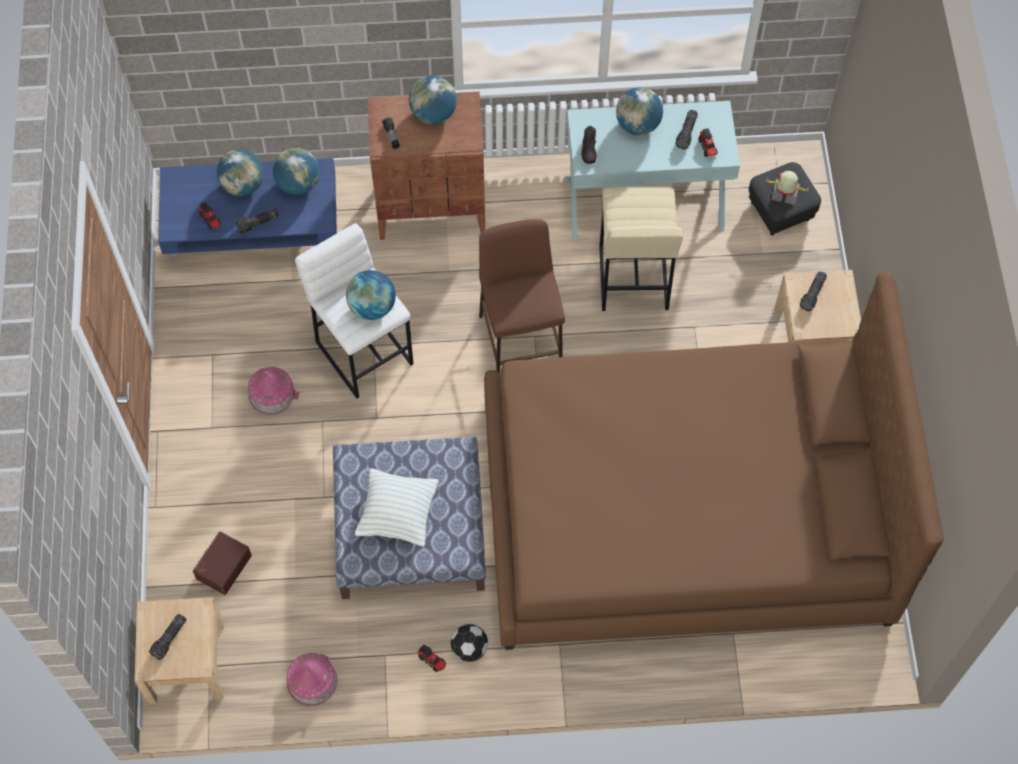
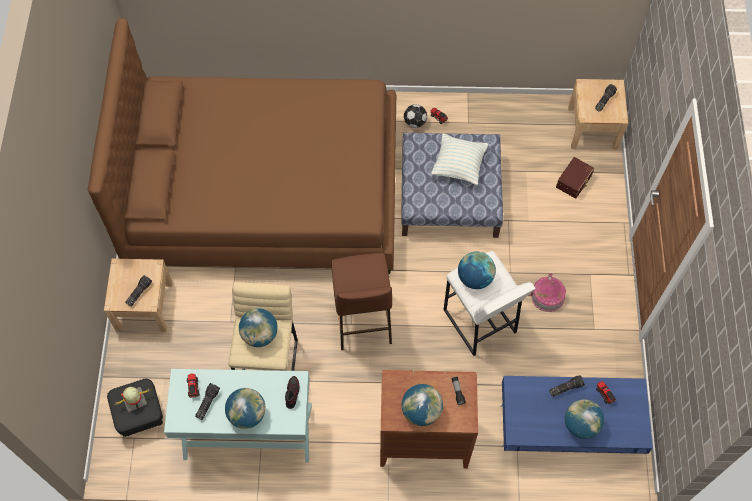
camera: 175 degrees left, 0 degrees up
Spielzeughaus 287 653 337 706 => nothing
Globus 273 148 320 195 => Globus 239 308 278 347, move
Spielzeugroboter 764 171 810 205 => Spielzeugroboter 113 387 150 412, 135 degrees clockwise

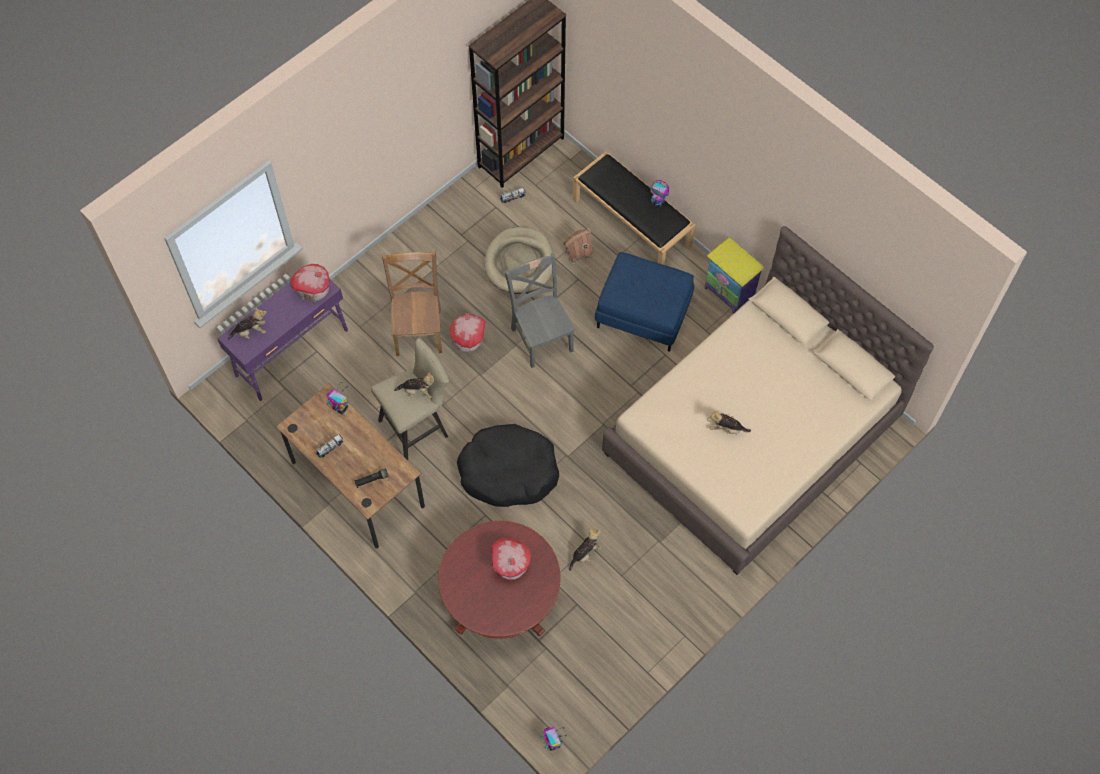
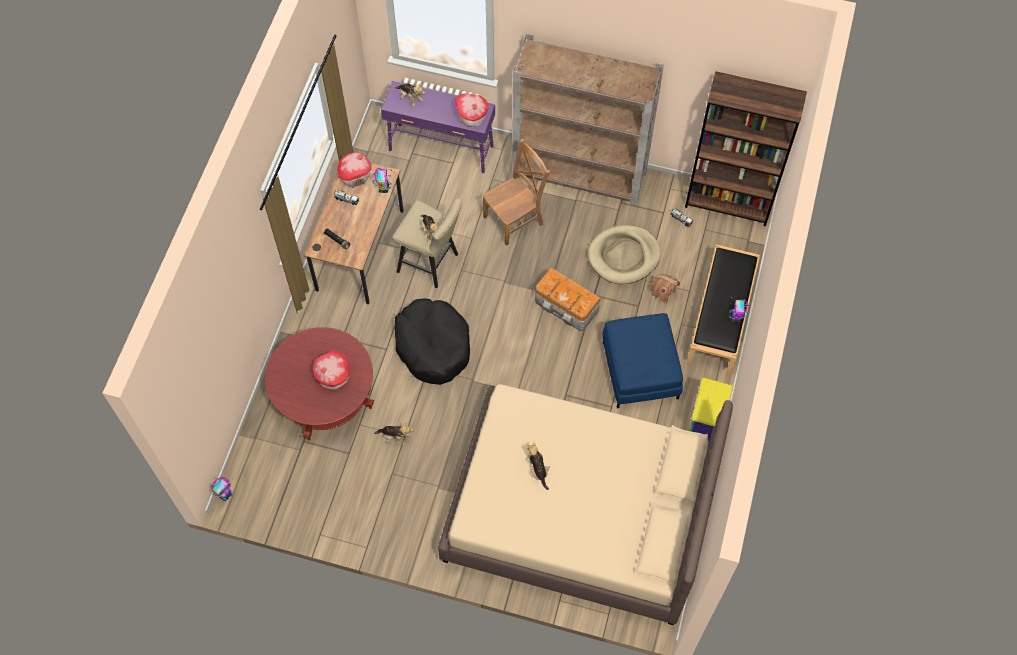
camera: 60 degrees right, 0 degrees up
nothing => Bücherregal/braun 512 34 664 205
Spielzeughaus 450 313 486 352 => Spielzeughaus 337 152 371 188, move
Stuhl/grau 505 253 575 368 => Aufbewahrungsbox 535 267 600 331

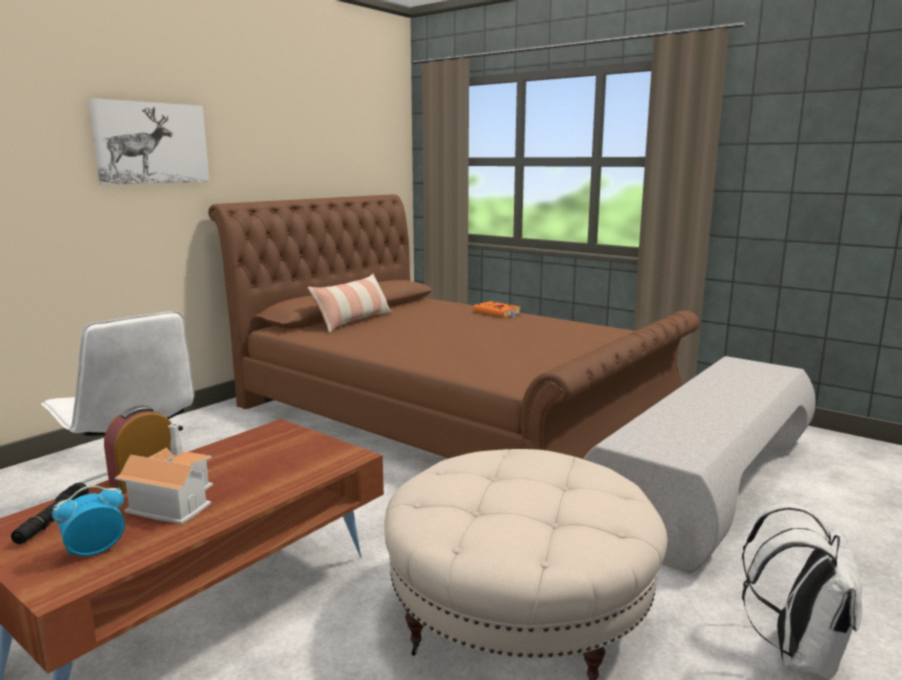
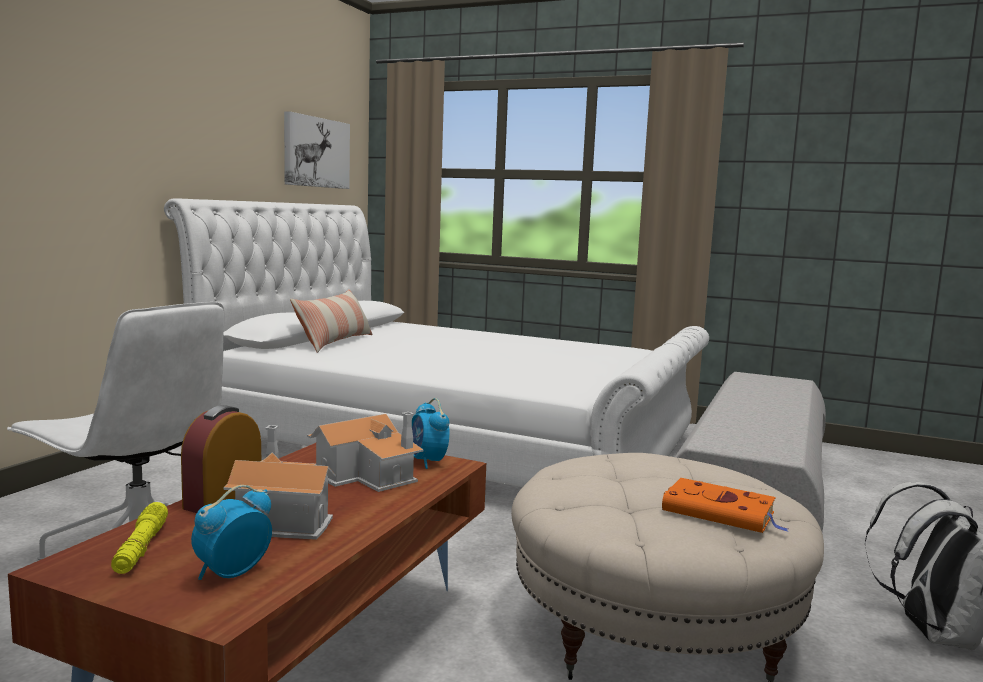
camera: 15 degrees left, 5 degrees down
nothing => Spielzeughaus 307 412 424 492
nothing => Wecker 412 398 450 469
Bild 89 98 209 184 => Bild 284 111 350 189, move
Buch/orange 473 301 521 318 => Buch/orange 662 478 788 533, move
Taschenlampe/schwarz 11 483 89 544 => Taschenlampe/gelb 111 502 168 574
Bett/braun 208 194 700 459 => Bett/weiß 164 198 709 487

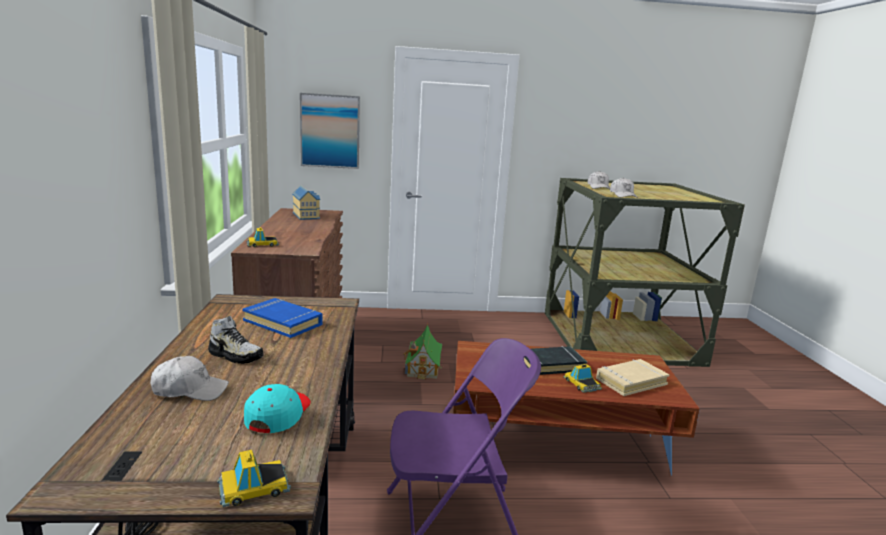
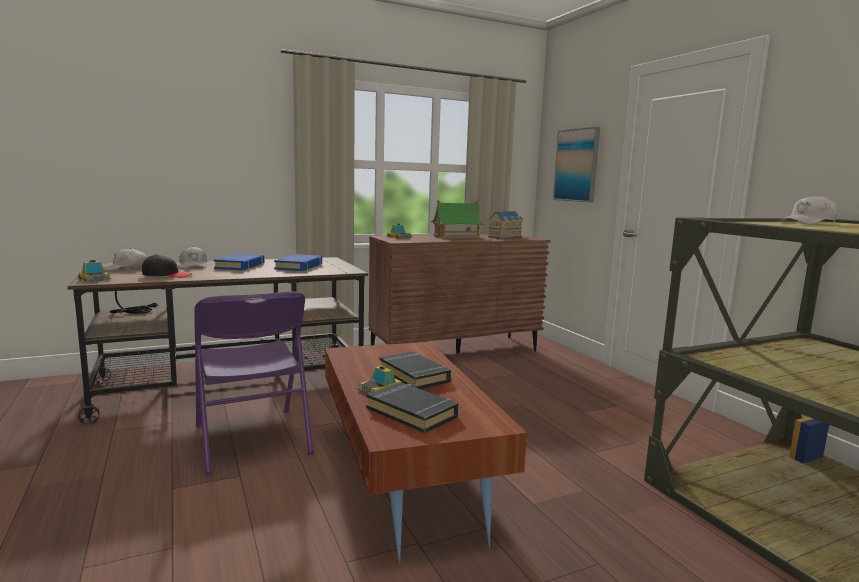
camera: 70 degrees right, 5 degrees down
Spielzeughaus 403 322 442 380 => Spielzeughaus 431 200 484 238, move
Kappe/weiß 610 178 638 198 => Kappe/weiß 102 248 147 271, move
Schuh 208 316 263 364 => Buch/blau 214 253 264 270
Kappe/türkis 244 384 310 433 => Kappe/schwarz 142 254 192 278
Buch/beige 596 359 670 396 => Buch/schwarz 366 382 458 433

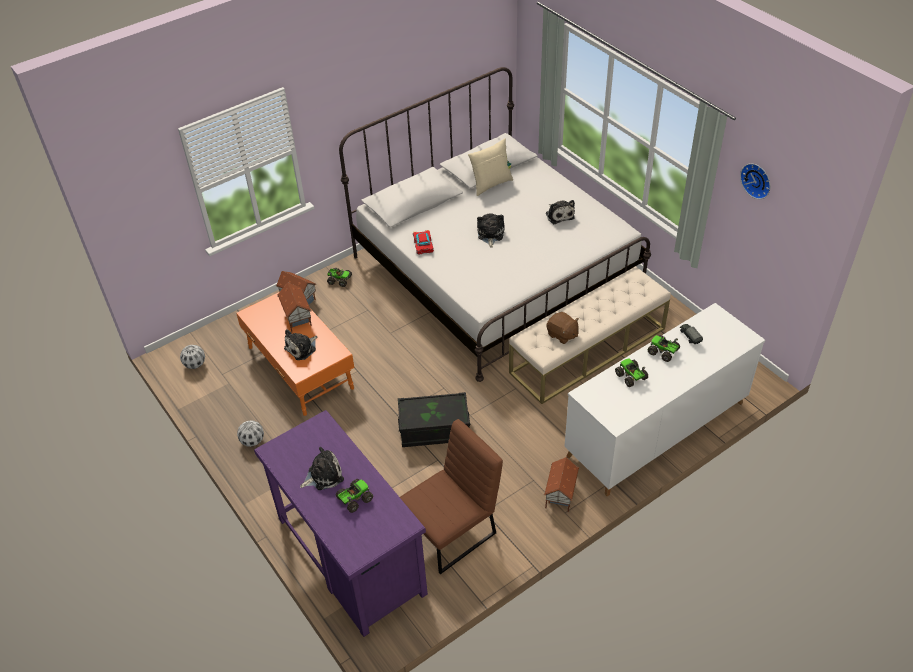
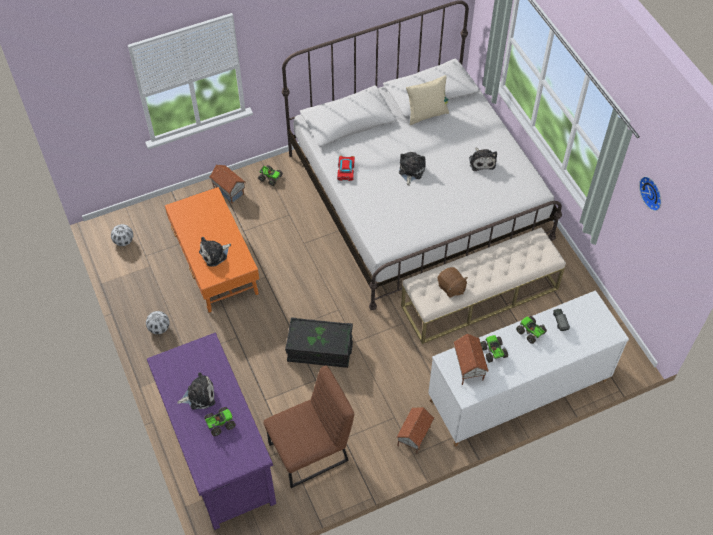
camera: 10 degrees right, 10 degrees up
Spielzeughaus 277 282 312 332 => Spielzeughaus 453 333 489 385, move

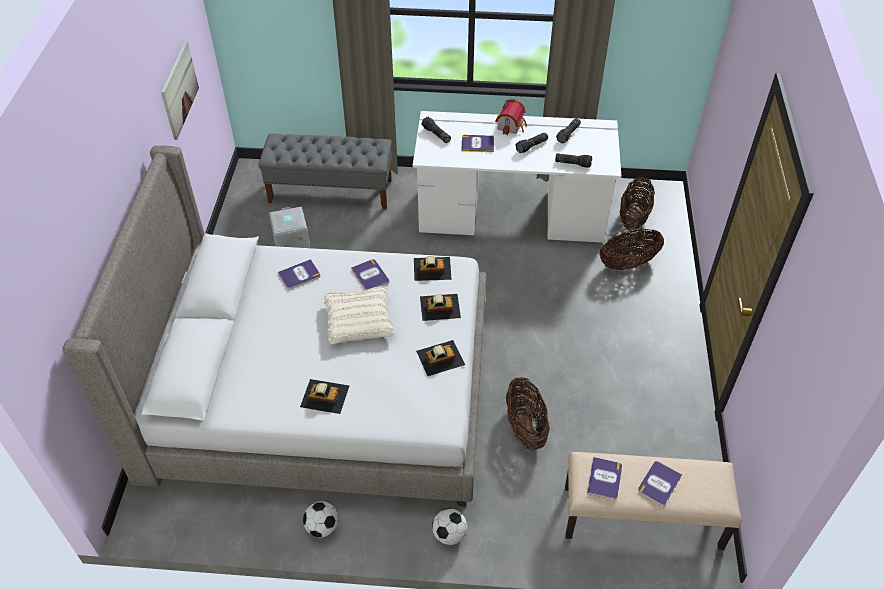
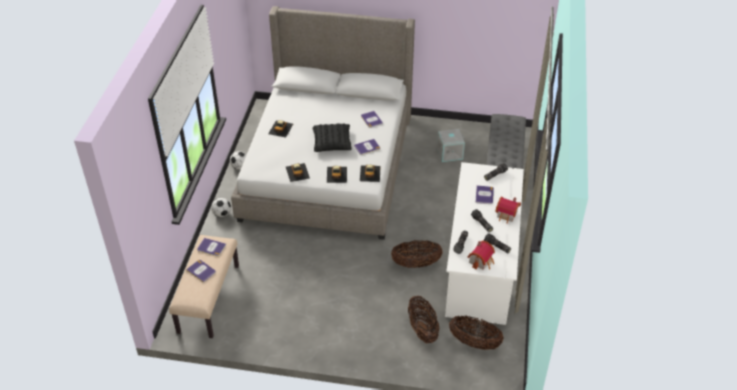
camera: 95 degrees right, 5 degrees down
Bild 161 41 199 140 => nothing
nothing => Spielzeughaus 468 241 495 270
Korb 506 377 550 450 => Korb 391 240 443 268, move
Kissen/beige 324 286 395 344 => Kissen/schwarz 313 123 352 152

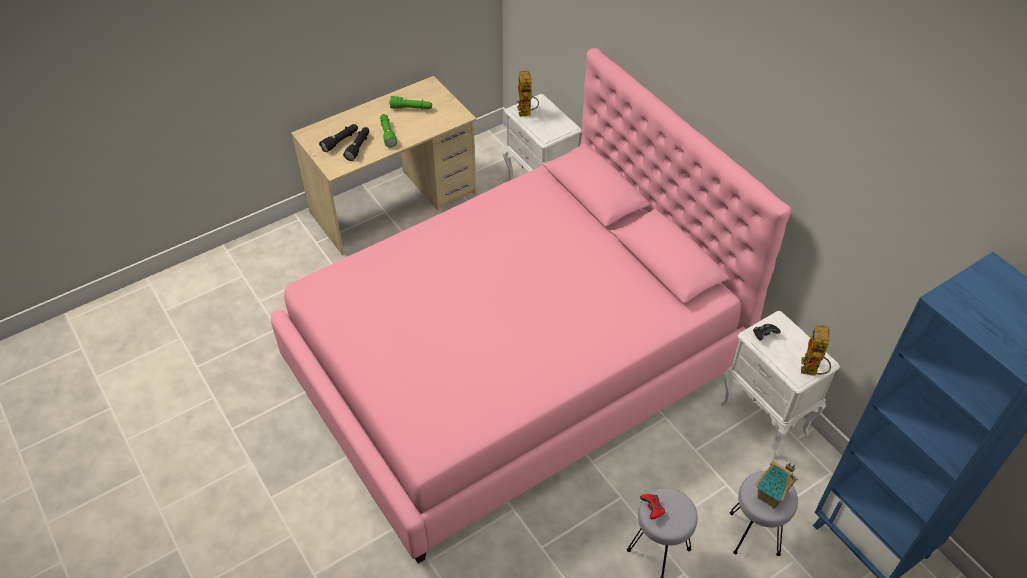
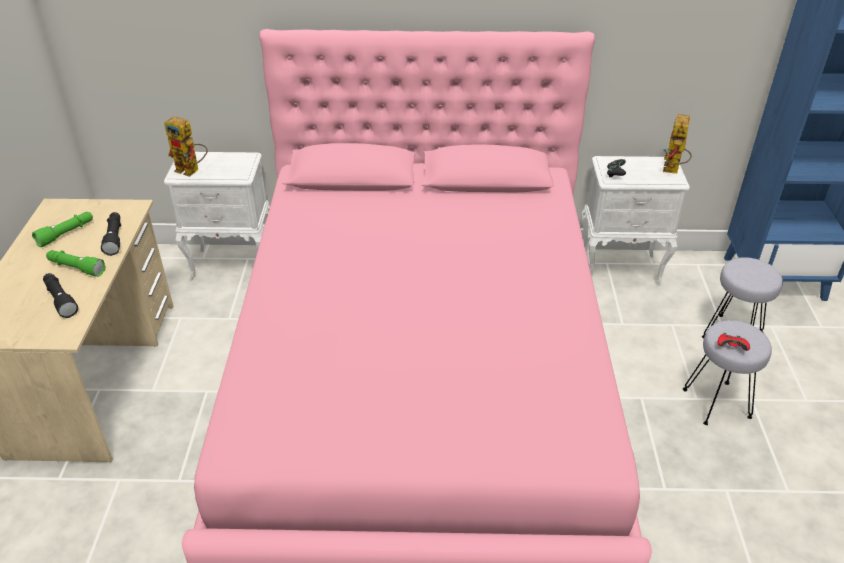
camera: 55 degrees left, 10 degrees down
Spielzeughaus 756 460 798 509 => nothing
Taschenlampe/schwarz 319 124 358 153 => Taschenlampe/schwarz 101 212 121 256, move
Spielzeugroboter 801 324 831 376 => Spielzeugroboter 663 114 692 174, 60 degrees clockwise

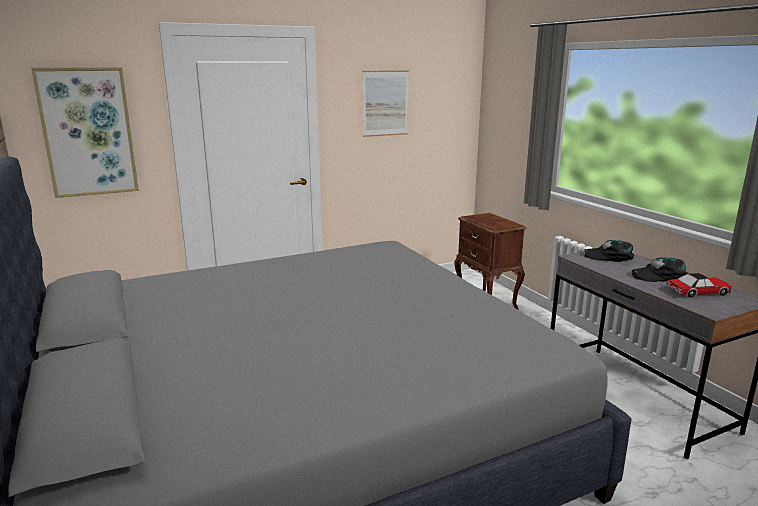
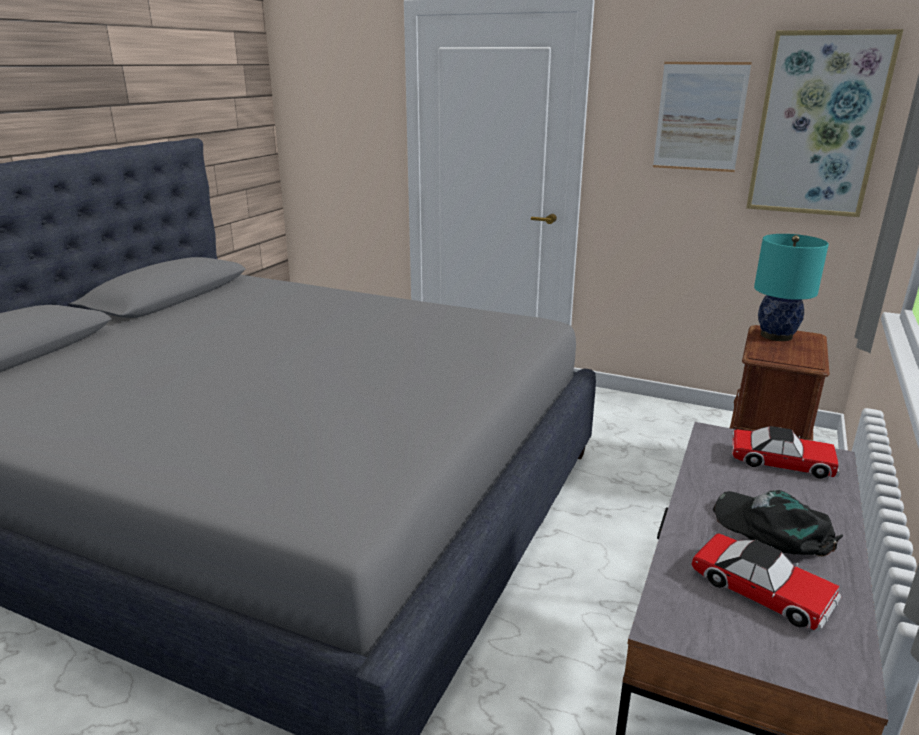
camera: 50 degrees right, 5 degrees up
nothing => Tischlampe/türkis 754 234 829 341
Bild 31 67 139 198 => Bild 746 29 903 217, move
Kappe/schwarz 585 240 634 262 => Spielzeugauto 732 426 840 478

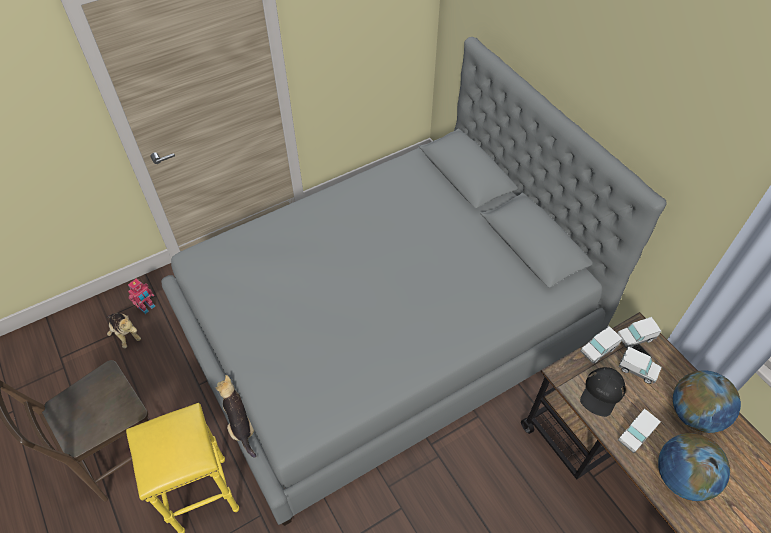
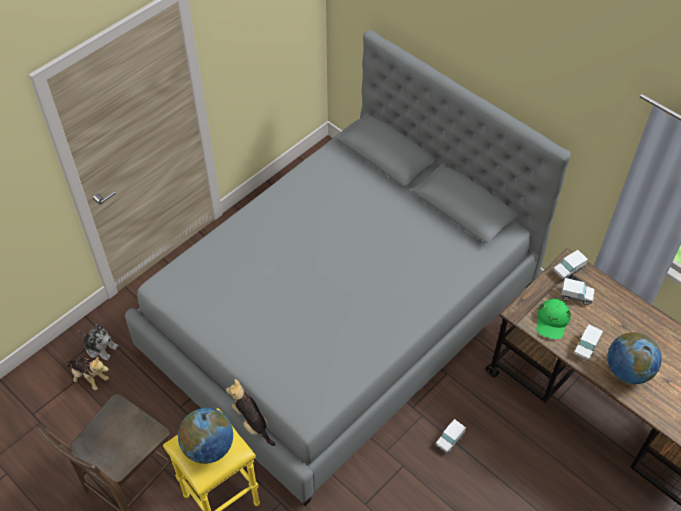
camera: 15 degrees left, 0 degrees up
Spielzeuglaster 581 326 622 364 => Spielzeuglaster 436 419 466 453, move
Globus 673 370 741 433 => Globus 178 408 233 464, move
Spielzeugroboter 128 279 155 314 => Plüschtier 79 324 118 361
Kappe/schwarz 580 367 626 417 => Kappe/grün 537 299 571 339

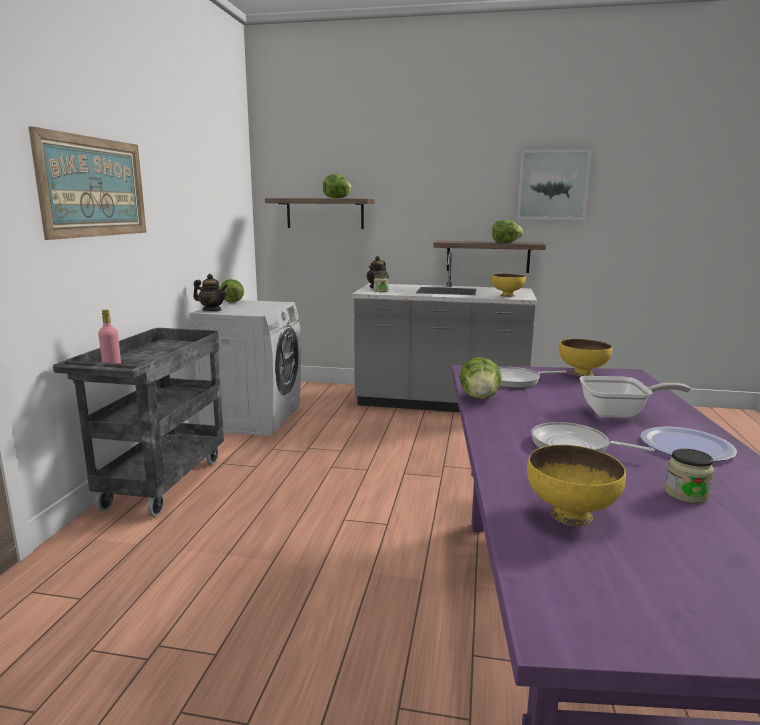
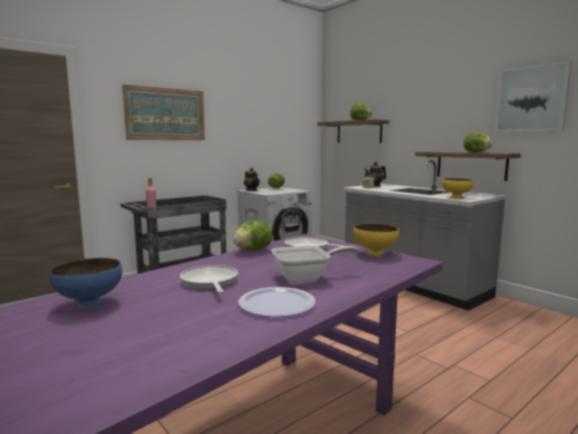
camera: 40 degrees right, 5 degrees down
Vorratsglas 665 449 714 503 => nothing
Schüssel/gelb 527 445 626 526 => Schüssel/blau 49 258 122 310
Pfanne 580 376 691 418 => Pfanne 271 245 359 283, 60 degrees counterclockwise

